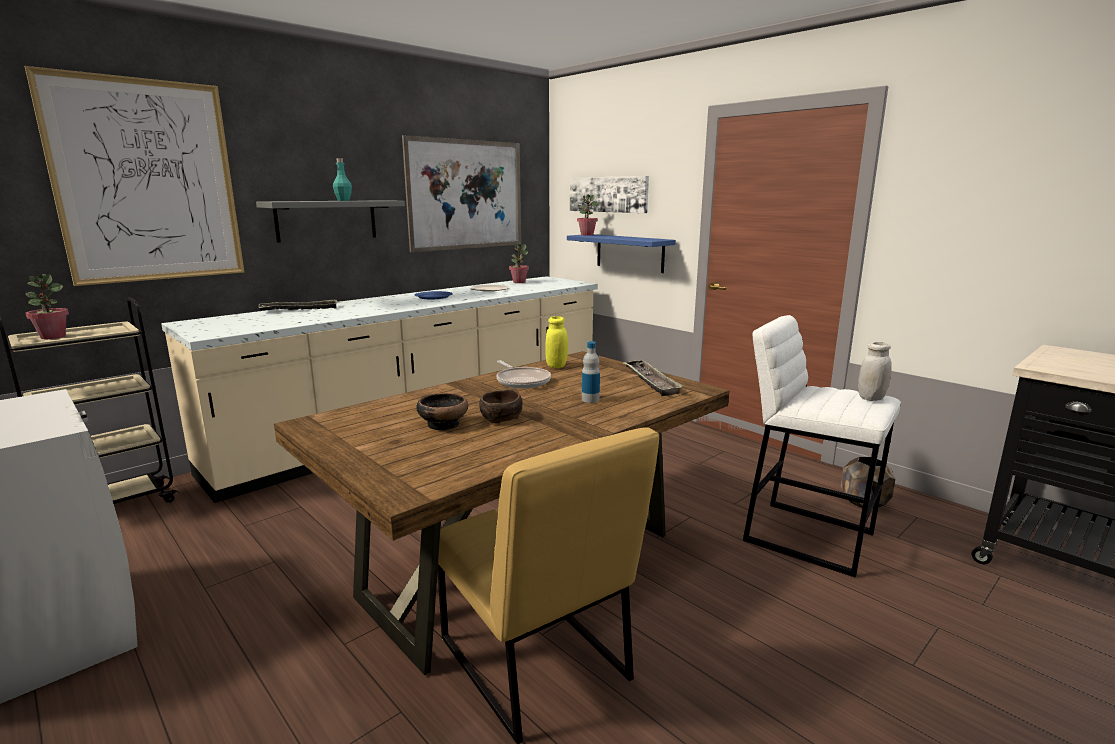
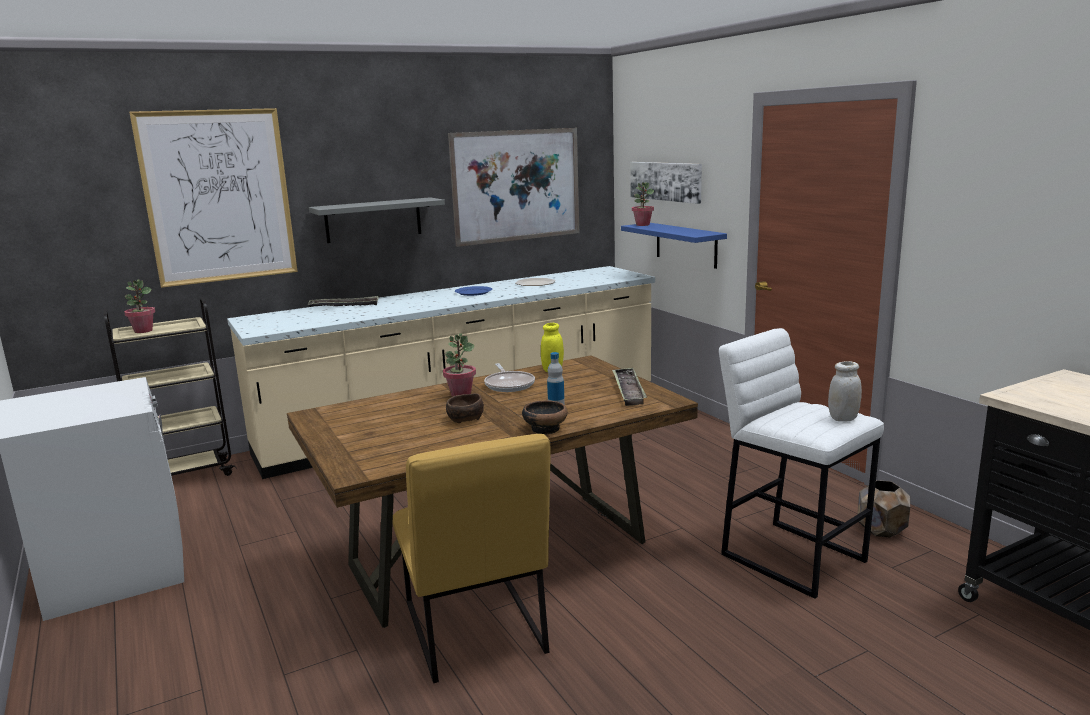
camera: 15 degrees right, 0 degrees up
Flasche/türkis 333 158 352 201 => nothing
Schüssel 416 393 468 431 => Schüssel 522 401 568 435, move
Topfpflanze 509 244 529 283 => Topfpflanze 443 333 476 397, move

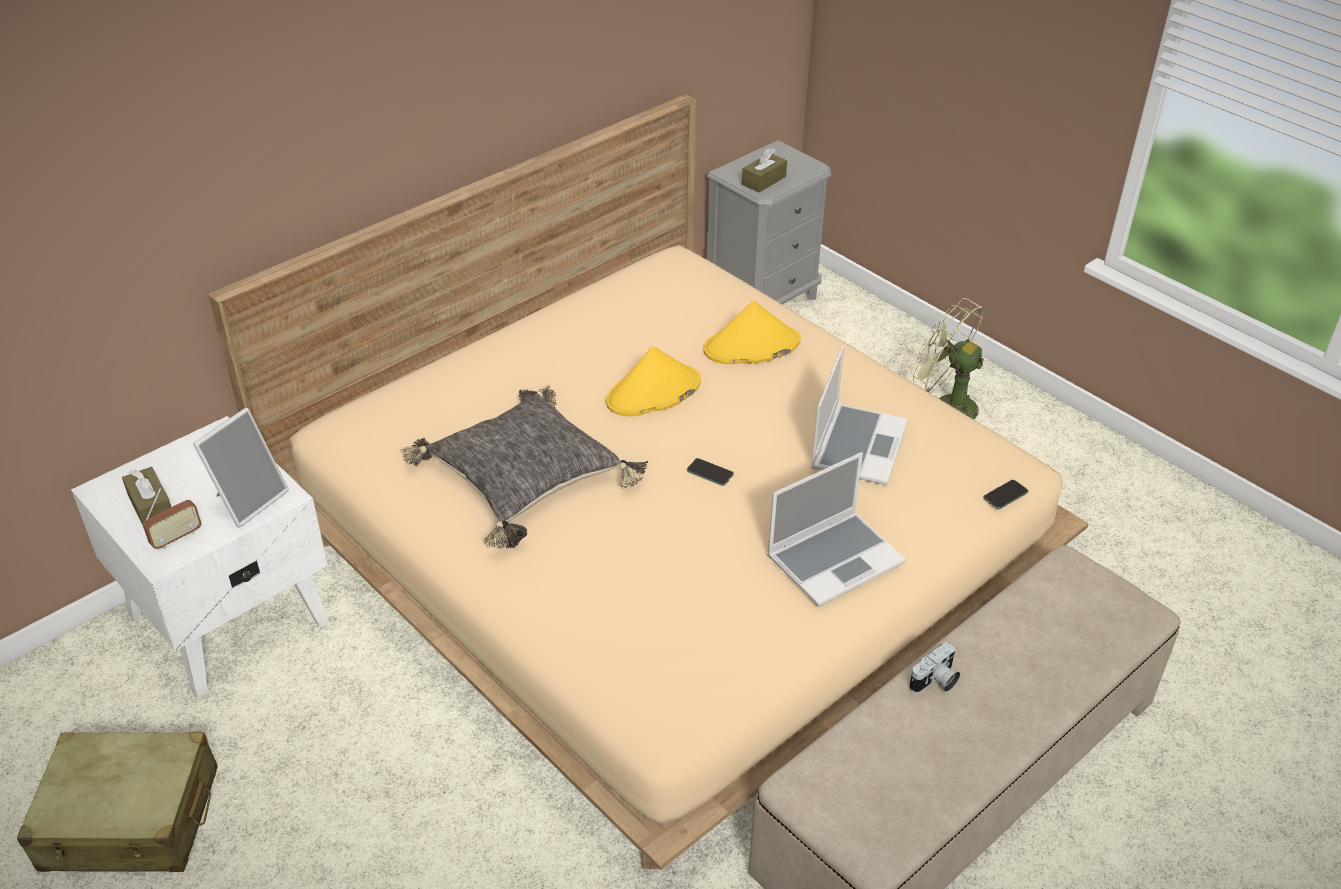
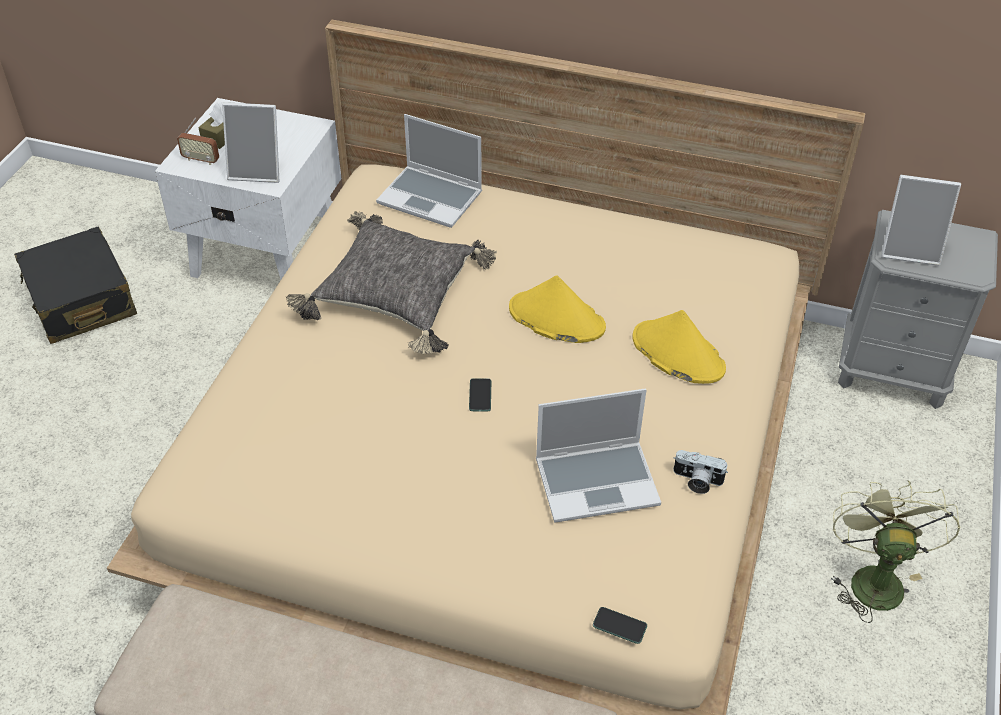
camera: 60 degrees right, 5 degrees up
Laptop 767 452 906 607 => Laptop 376 114 482 228, move
Kamera 909 642 960 693 => Kamera 673 450 728 494, move
Taschentuchbox/braun 742 148 787 192 => Bilderrahmen 881 175 961 266
Koffer/beige 17 732 217 872 => Koffer/schwarz 14 226 137 344

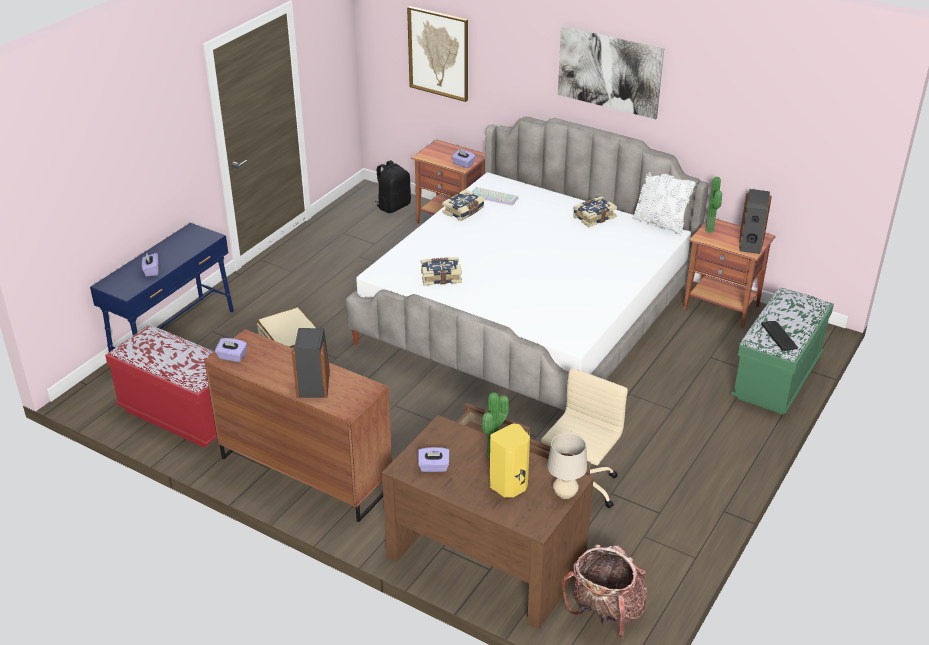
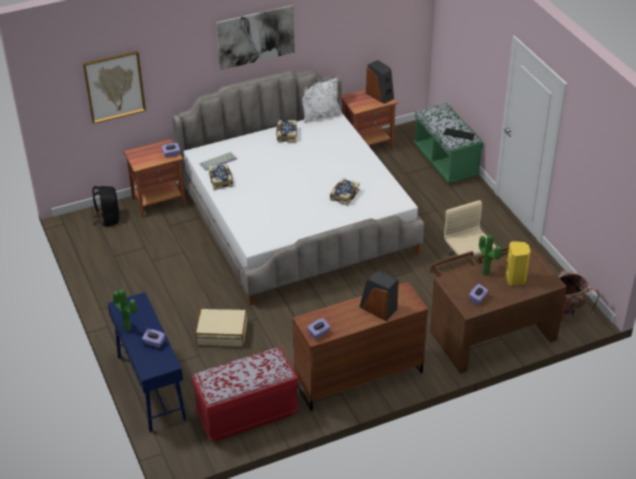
camera: 55 degrees left, 5 degrees up
Tischlampe/beige 547 433 587 499 => nothing
Buch 421 257 462 286 => Buch 330 178 360 206, move
Topfpflanze 705 177 722 233 => Topfpflanze 113 289 137 331, move

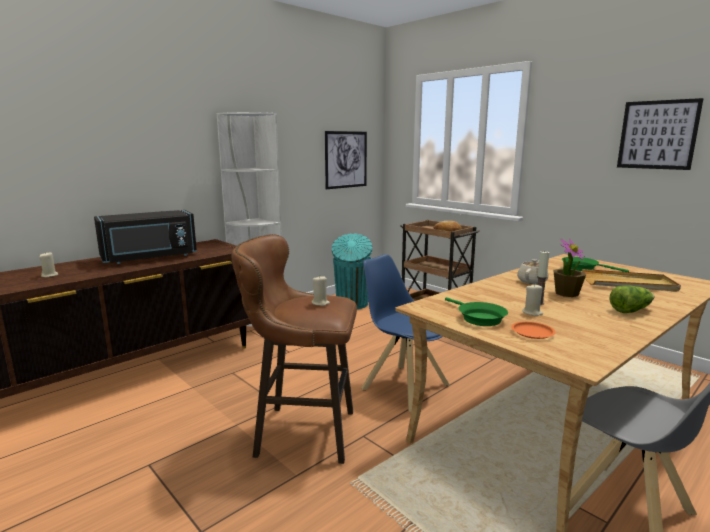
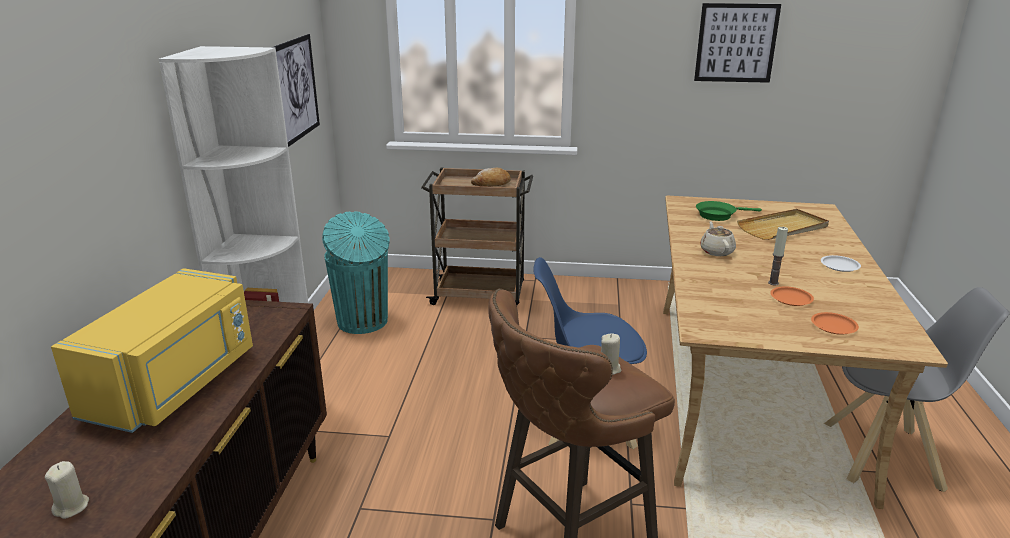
camera: 40 degrees left, 10 degrees up
Pfanne/grün 445 297 508 326 => nothing
Topfpflanze 553 239 586 297 => nothing
Kerze/beige 522 285 543 316 => Teller/orange 770 286 814 306
Salatkopf 609 285 654 313 => Teller/weiß 821 255 861 272
Mikrowelle/schwarz 94 210 197 264 => Mikrowelle/gelb 51 268 253 433

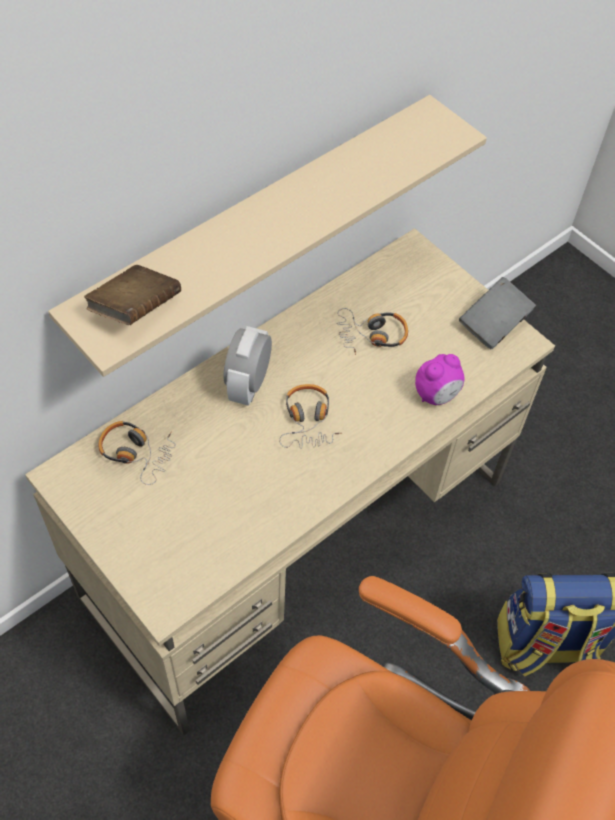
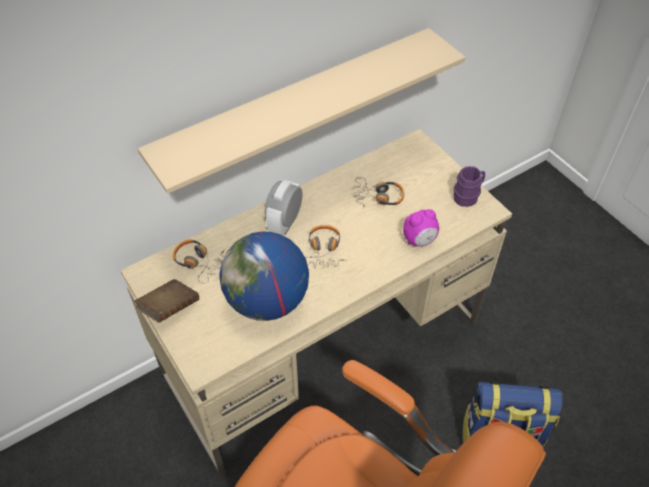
camera: 10 degrees right, 5 degrees down
nothing => Globus 219 232 309 321
Buch/braun 84 265 181 325 => Buch/braun 135 279 199 323, move
Buch/grau 459 277 536 349 => Henkelbecher/lila 454 166 485 207

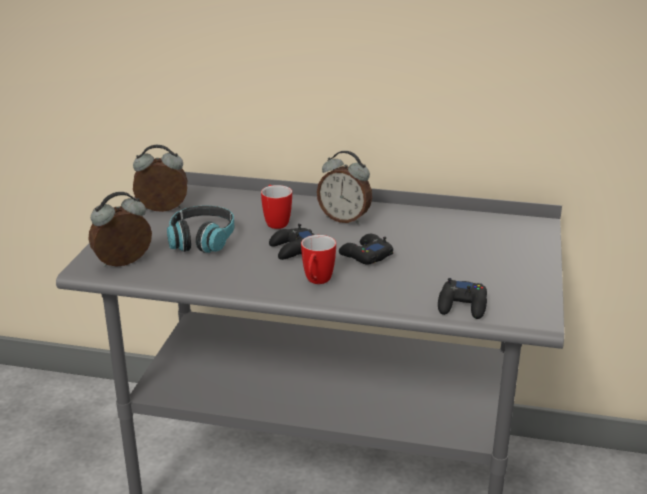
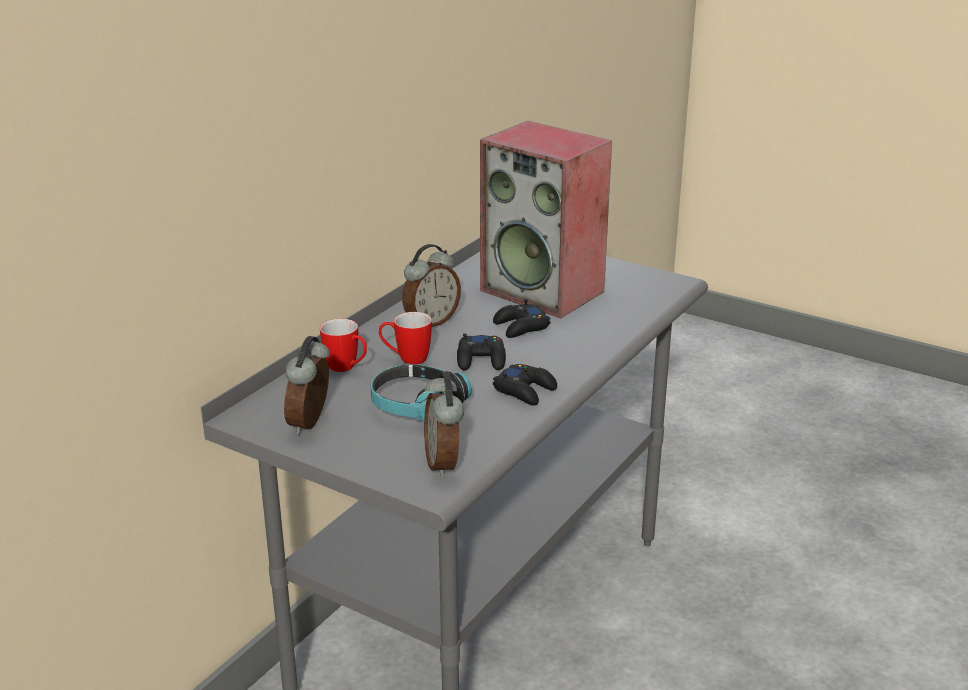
camera: 70 degrees left, 0 degrees up
nothing => Lautsprecher 480 121 612 318
Henkelbecher 301 235 336 284 => Henkelbecher 320 319 367 372, move
Gamepad/schwarz 438 278 487 319 => Gamepad/schwarz 493 364 557 405, move

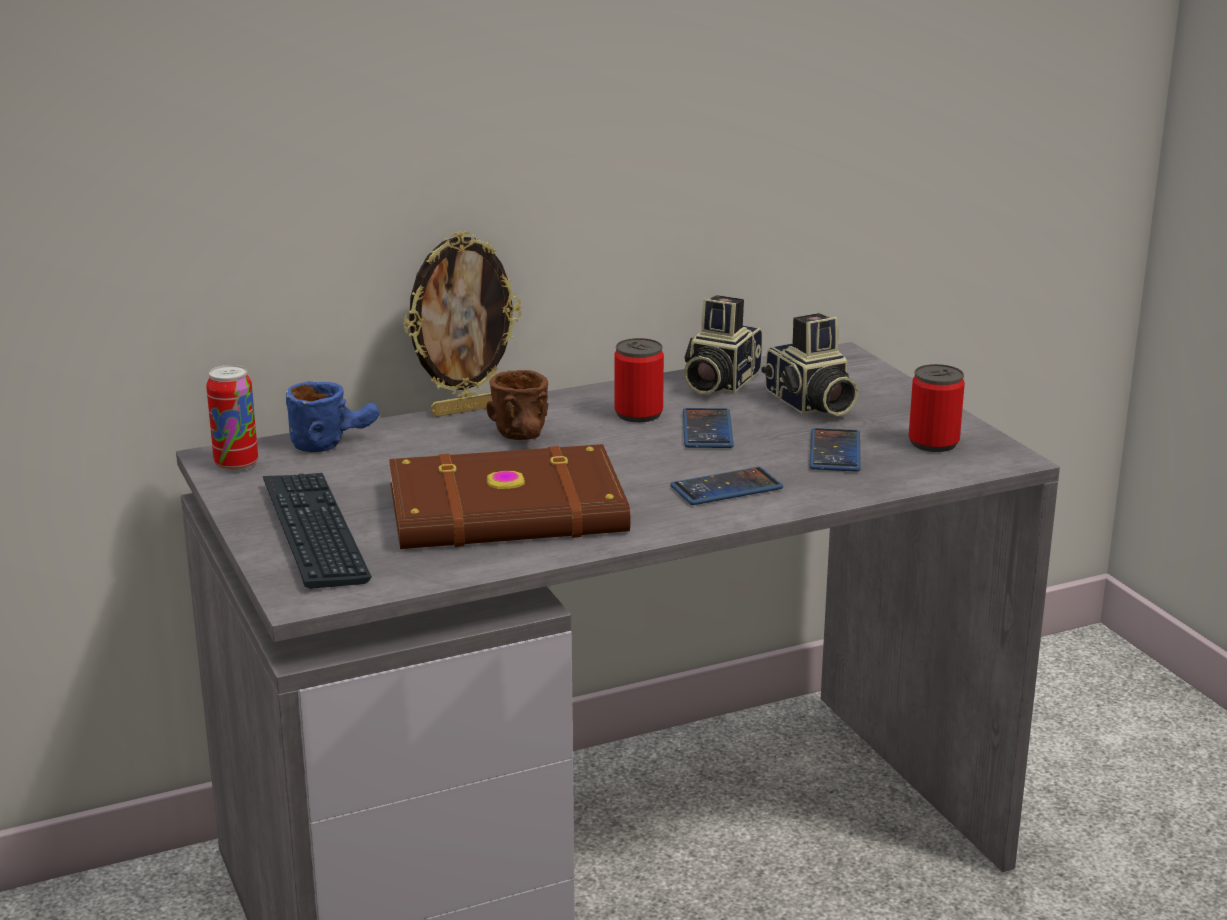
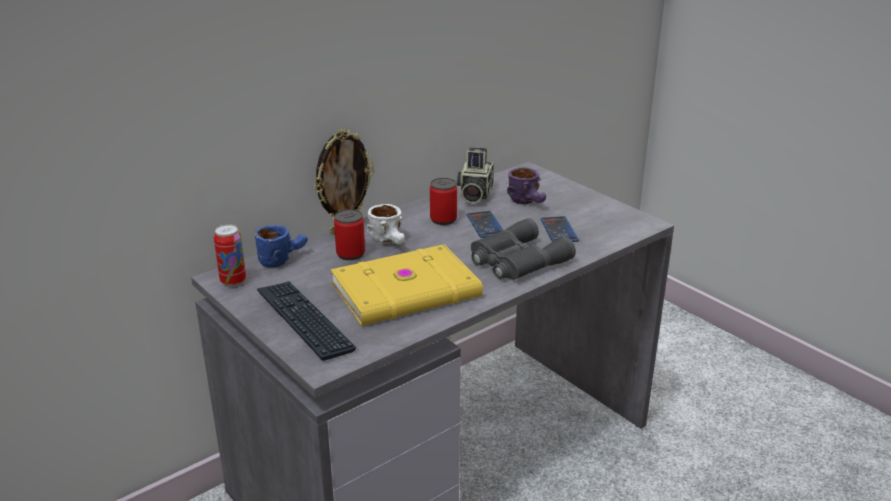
camera: 15 degrees left, 5 degrees up
Dose 909 364 965 452 => Dose 334 209 365 260, move
Handy 670 467 783 505 => Fernglas/grau 471 218 576 280
Kamera 761 313 859 416 => Henkelbecher/lila 507 167 546 204
Buch/braun 389 444 630 549 => Buch/gelb 331 244 483 326
Henkelbecher/braun 486 370 548 440 => Henkelbecher/weiß 366 204 405 245

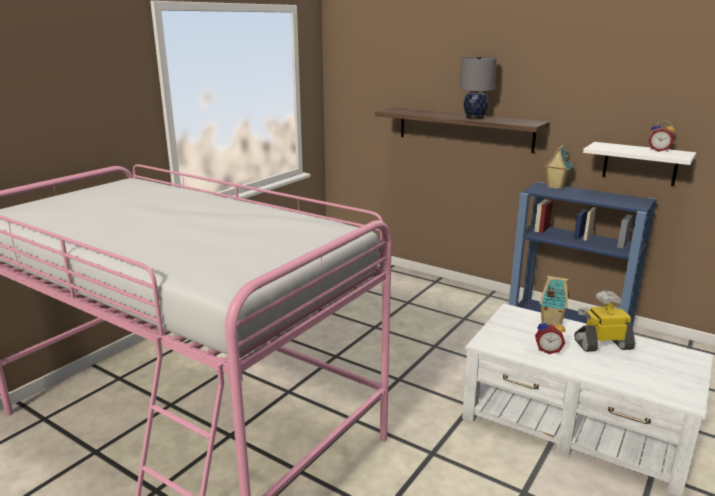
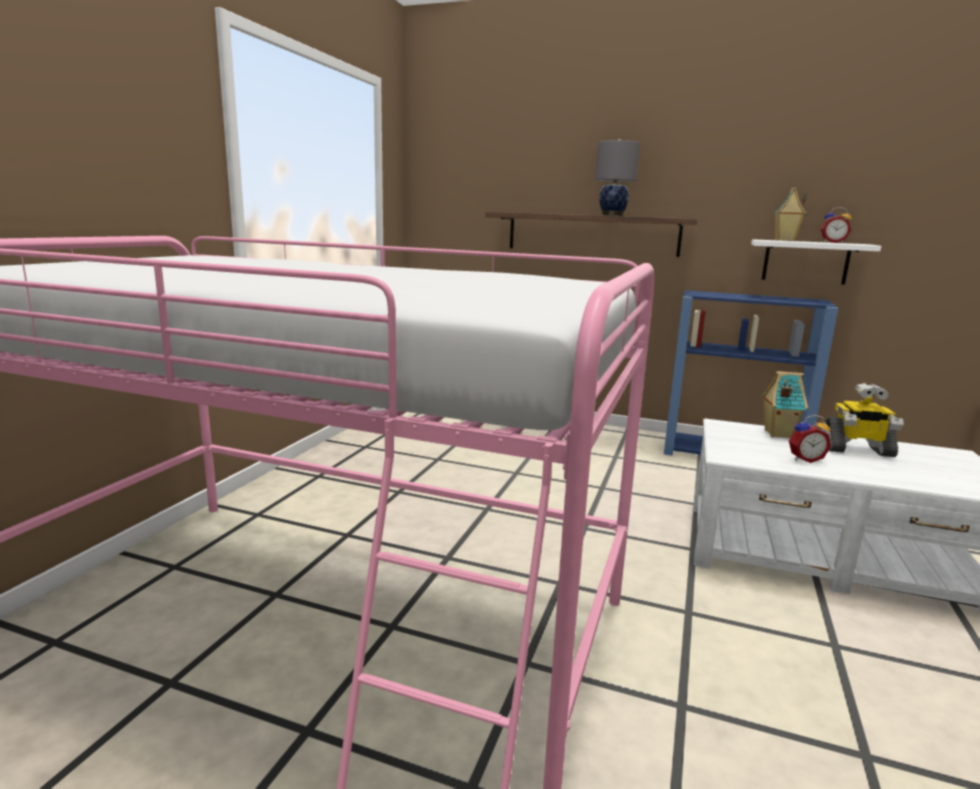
camera: 15 degrees left, 5 degrees down
Spielzeughaus 544 145 573 190 => Spielzeughaus 772 187 807 241, move
Spielzeugroboter 574 291 635 352 => Spielzeugroboter 821 383 904 457, 150 degrees counterclockwise

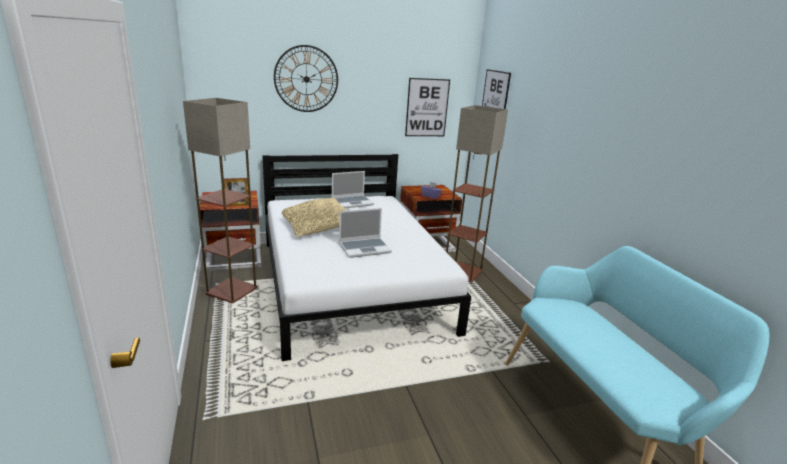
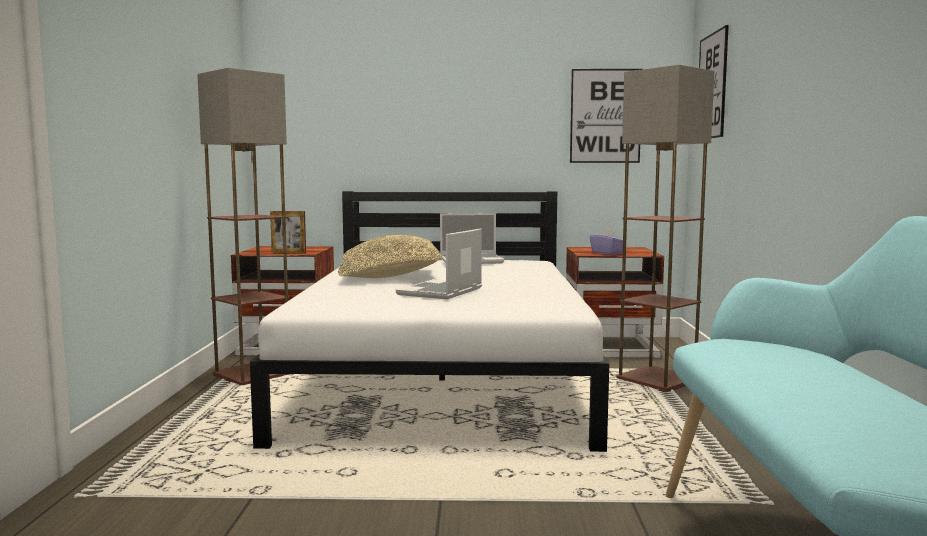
camera: 20 degrees right, 15 degrees down
Wanduhr 274 45 338 112 => nothing
Laptop 339 208 392 258 => Laptop 396 229 482 299, 120 degrees clockwise

